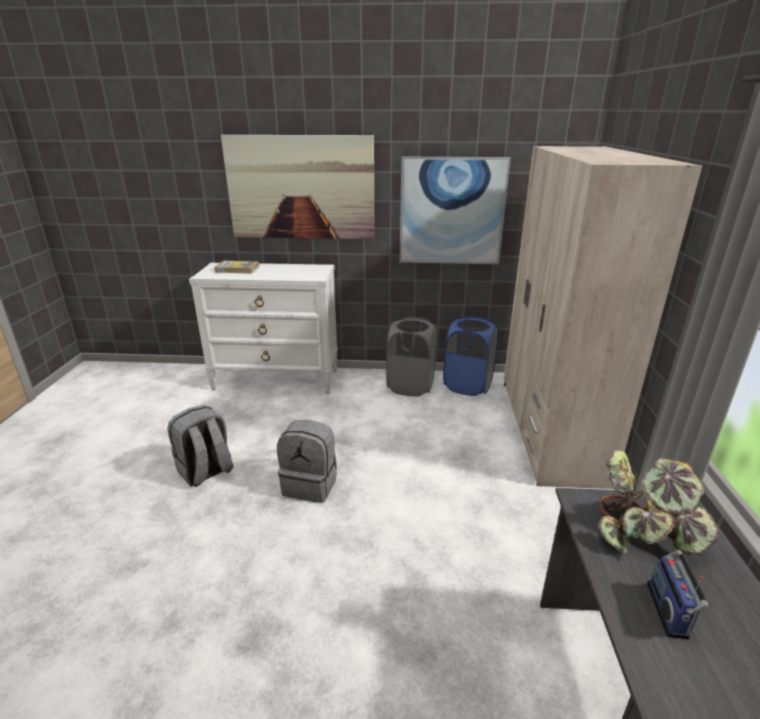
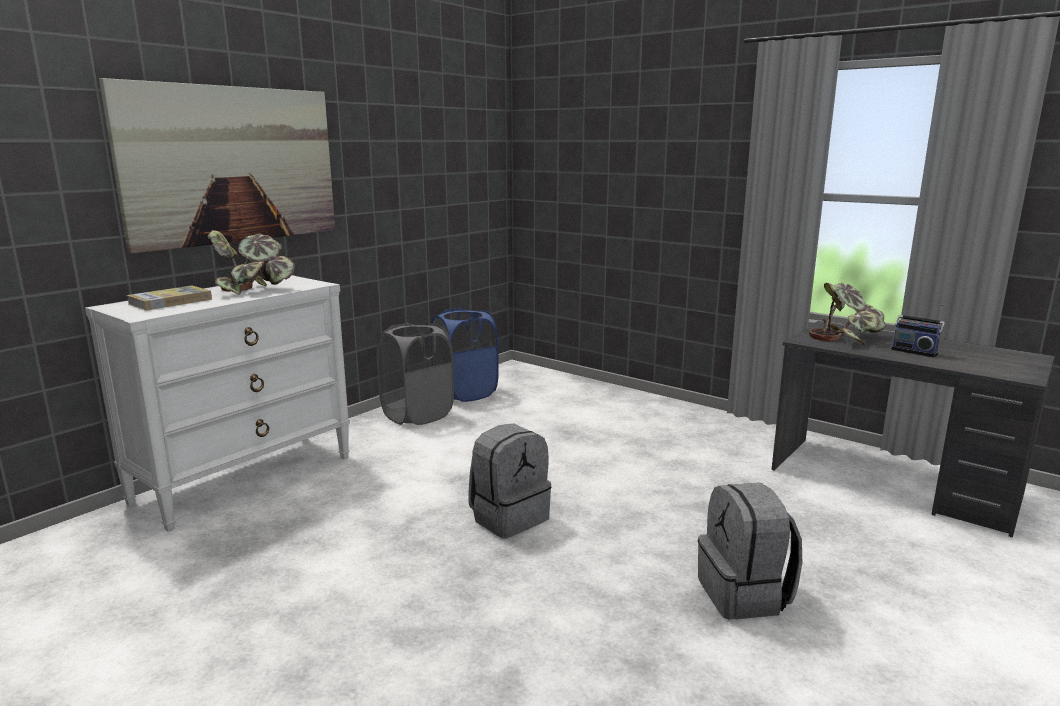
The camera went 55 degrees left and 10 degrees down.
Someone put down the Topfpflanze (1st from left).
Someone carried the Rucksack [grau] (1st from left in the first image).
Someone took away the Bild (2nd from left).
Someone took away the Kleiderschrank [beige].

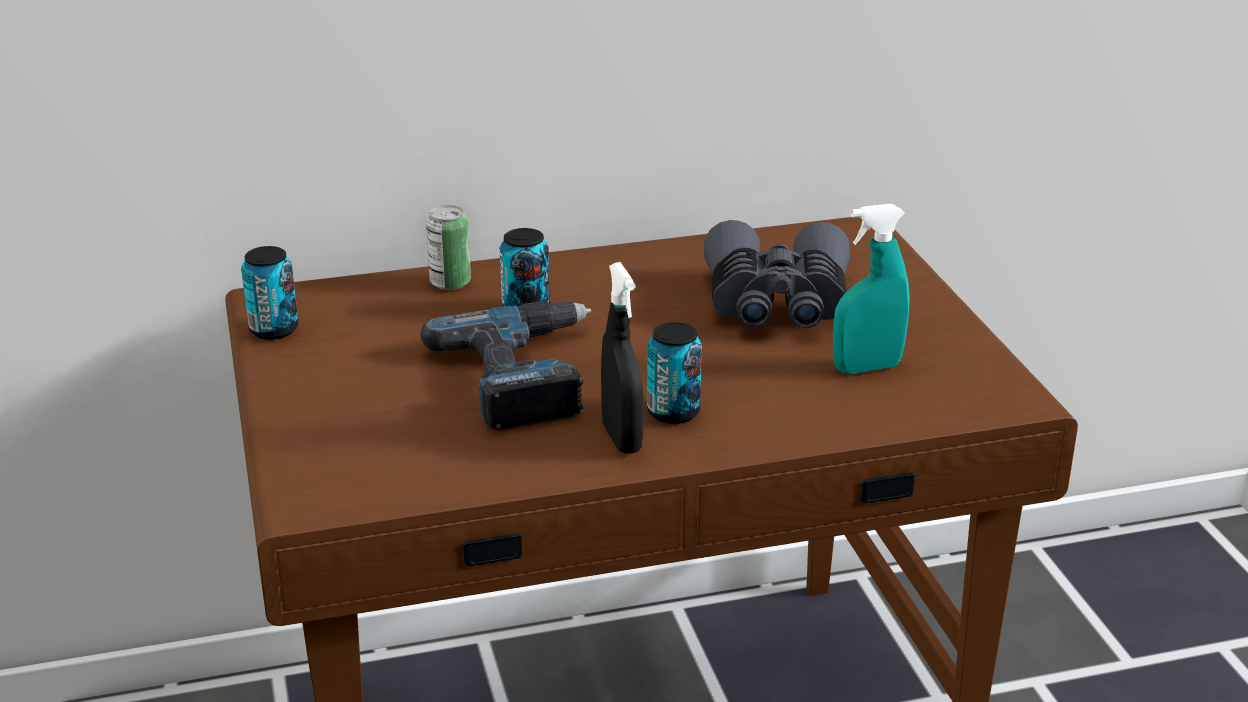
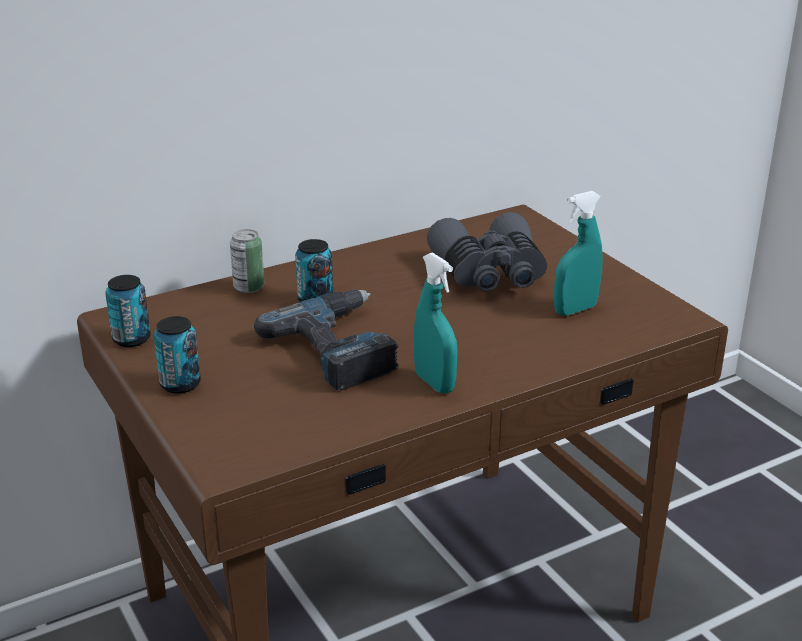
The camera went 15 degrees left and 0 degrees up.
Someone carried the Dose (4th from left in the first image).
Someone repainted the Sprühflasche [schwarz], which became the Sprühflasche [türkis] (1st from left).

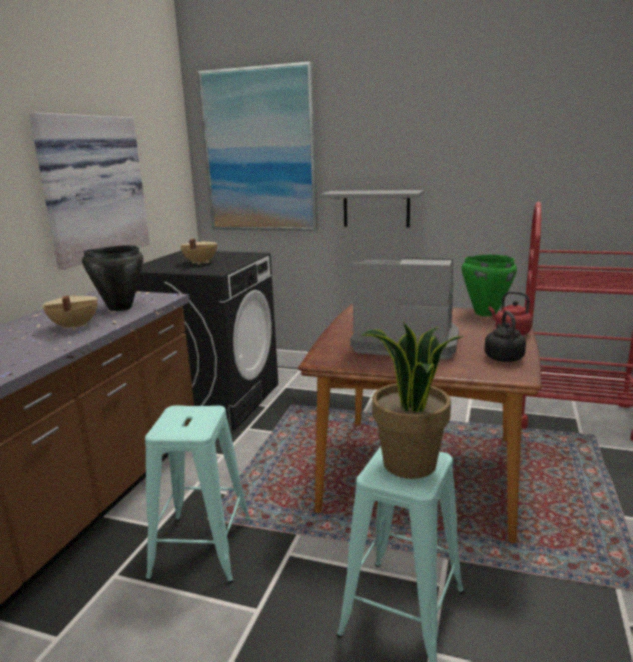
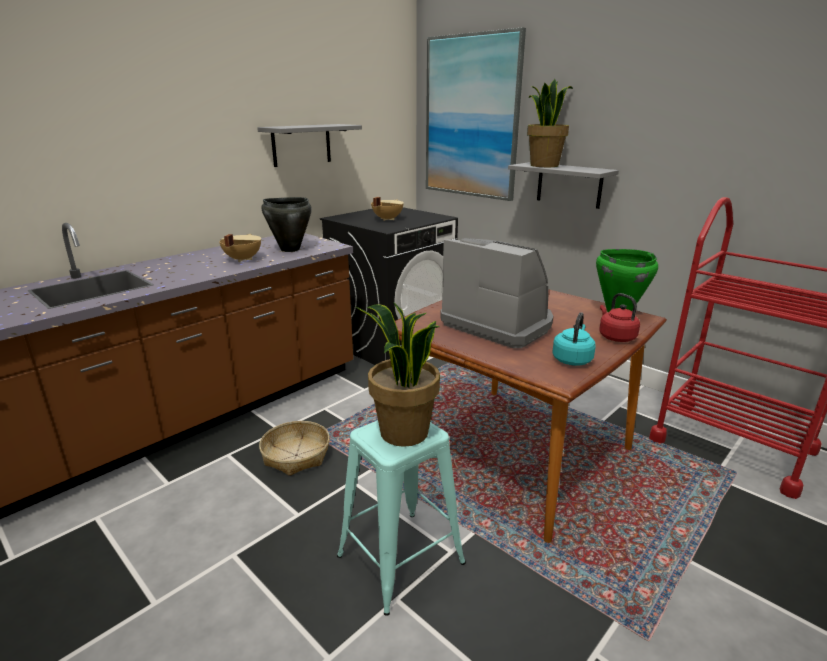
The camera went 25 degrees right and 5 degrees up.
Someone swapped the Bild (1st from left) for the Wandregal [grau] (1st from left).
Someone swapped the Hocker [türkis] (1st from left) for the Korb.
Someone put down the Topfpflanze (2nd from left).
Someone repainted the Wasserkessel [schwarz], which became the Wasserkessel [türkis].

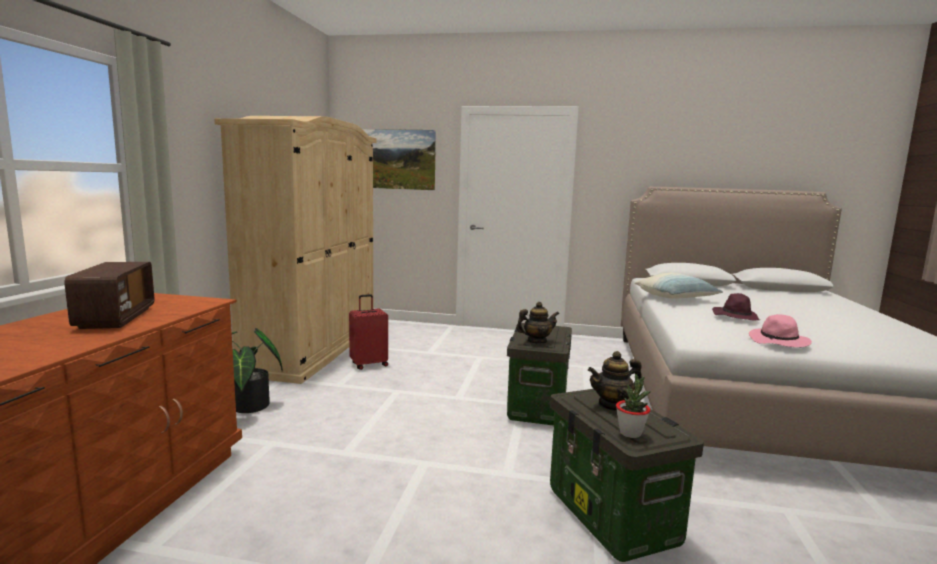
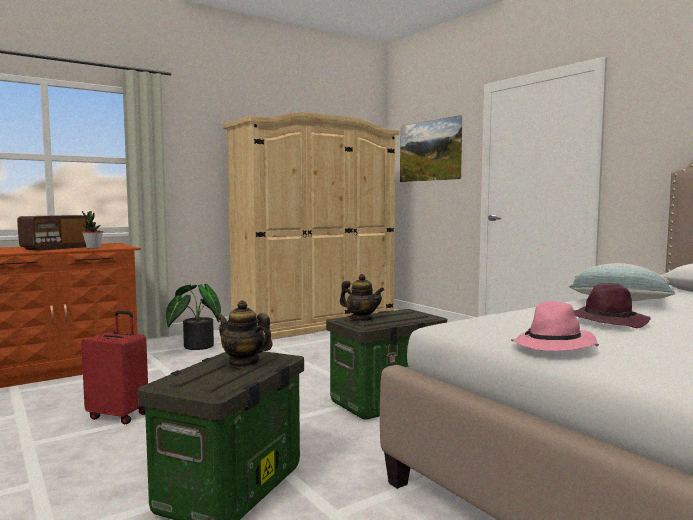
The camera went 45 degrees right and 5 degrees down.
Someone carried the Koffer [rot].
Someone carried the Topfpflanze (2nd from left in the first image).

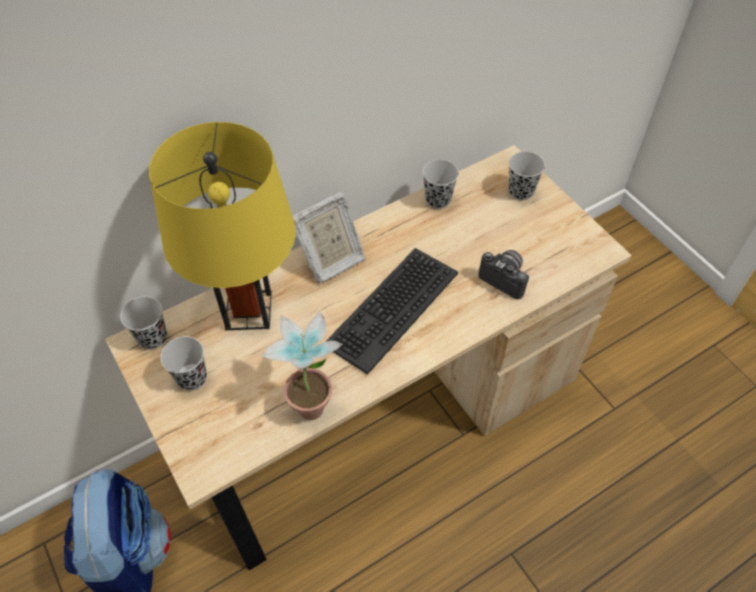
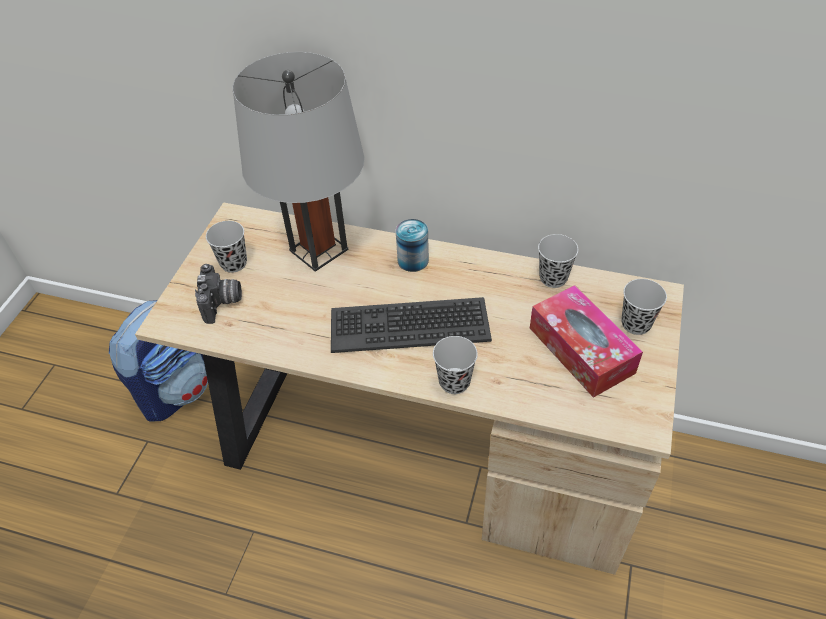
The camera went 50 degrees right and 5 degrees down.
Someone carried the Kamera.
Someone repainted the Tischlampe [gelb], which became the Tischlampe [grau].
Someone swapped the Bilderrahmen for the Dose.
Someone carried the Tasse [schwarz] (1st from left in the first image).
Someone put down the Taschentuchbox.
Someone took away the Topfpflanze.

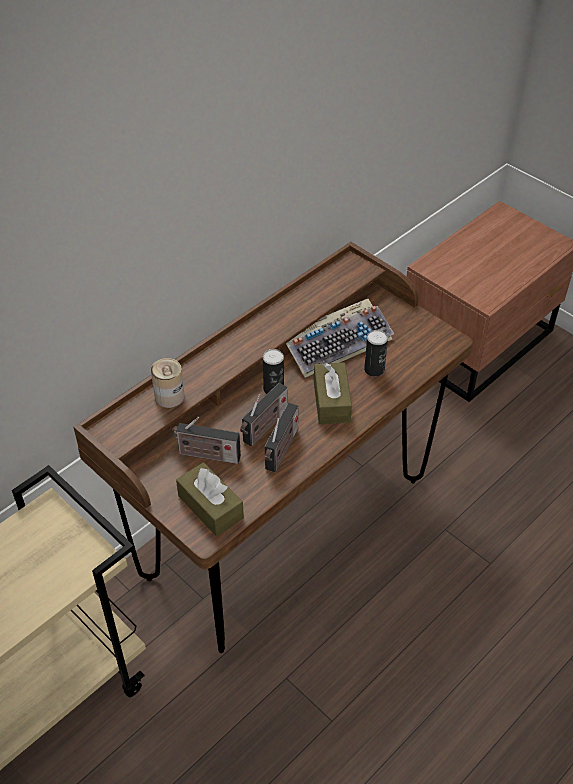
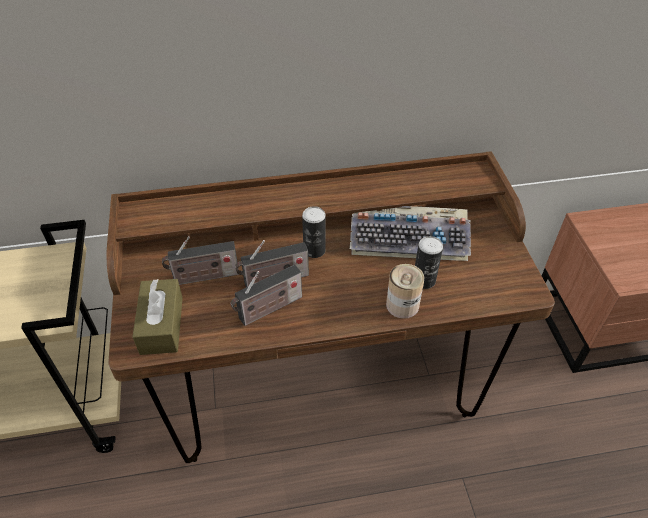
The camera went 35 degrees right and 0 degrees up.
Someone rotated the Radio (1st from left) by 60 degrees counterclockwise.
Someone carried the Dose (1st from left in the first image).
Someone took away the Taschentuchbox [braun] (2nd from left).

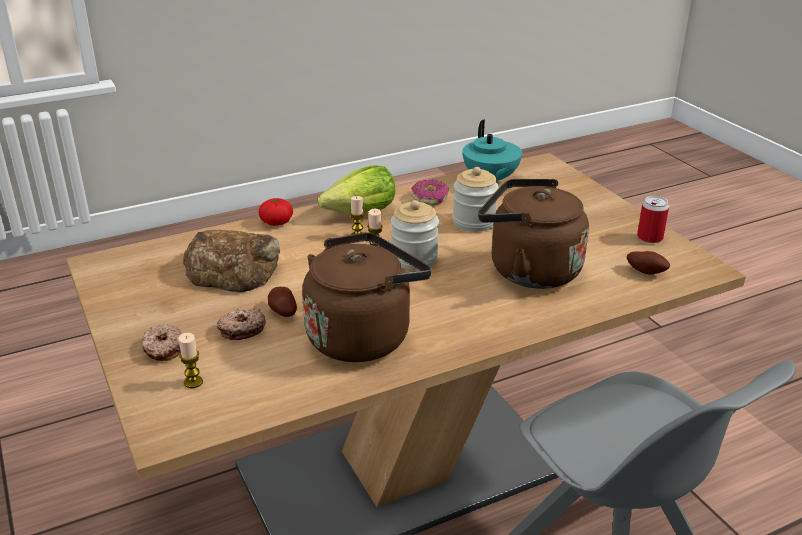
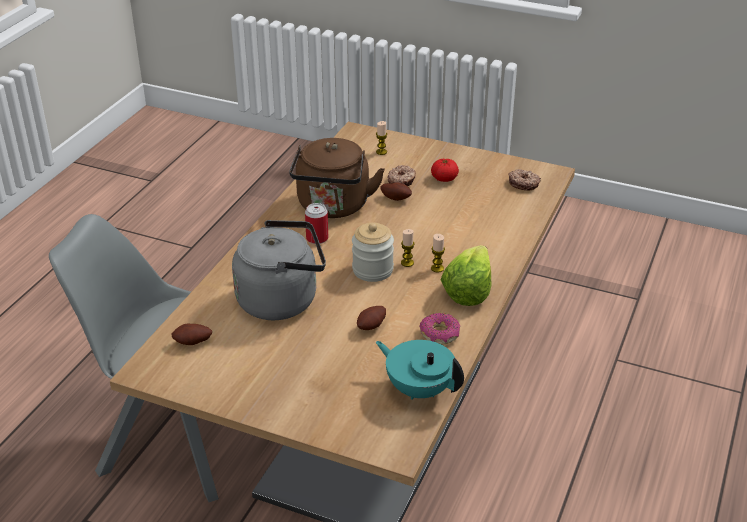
The camera went 140 degrees right and 5 degrees up.
Someone repainted the Wasserkessel [braun] (2nd from left), which became the Wasserkessel [grau].
Someone carried the Dose.
Someone swapped the Vorratsglas (2nd from left) for the Kartoffel (2nd from left).
Someone carried the Tomate.
Someone carried the Donut (1st from left in the first image).
Someone took away the Brot.

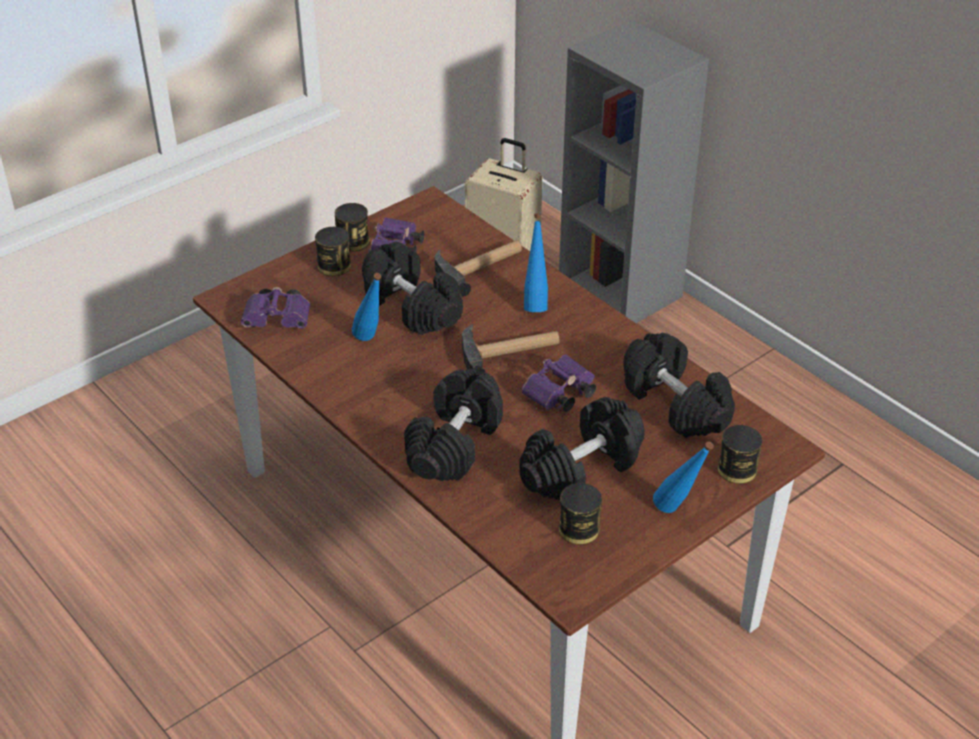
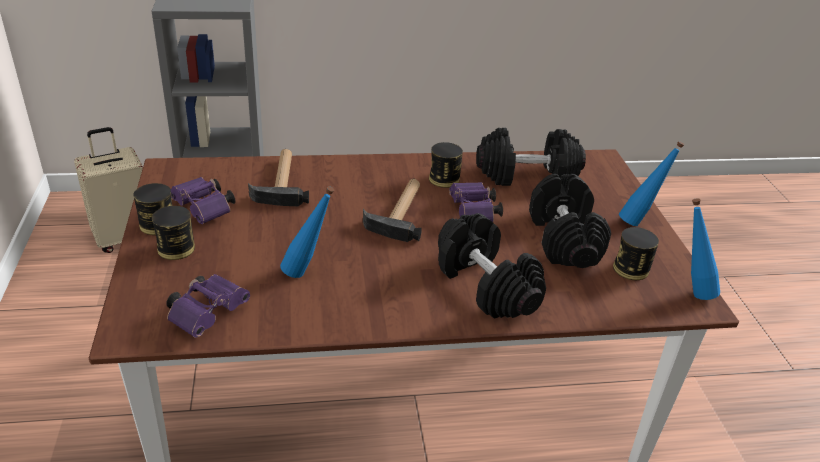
The camera went 60 degrees left and 5 degrees down.
Someone carried the Dose (4th from left in the first image).
Someone carried the Flasche [blau] (2nd from left in the first image).
Someone took away the Hantel [schwarz] (1st from left).

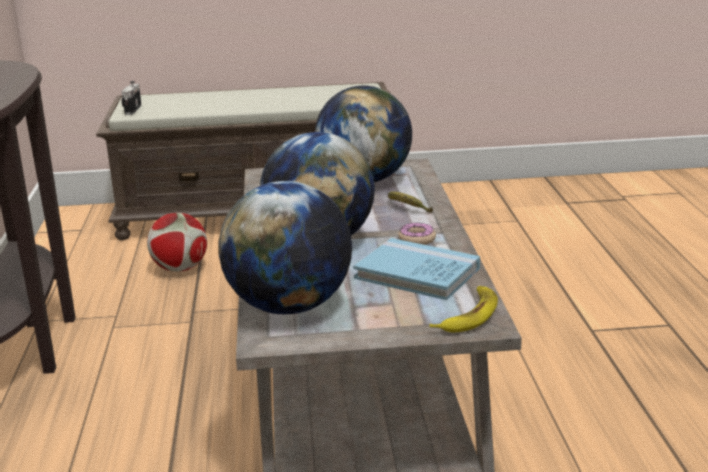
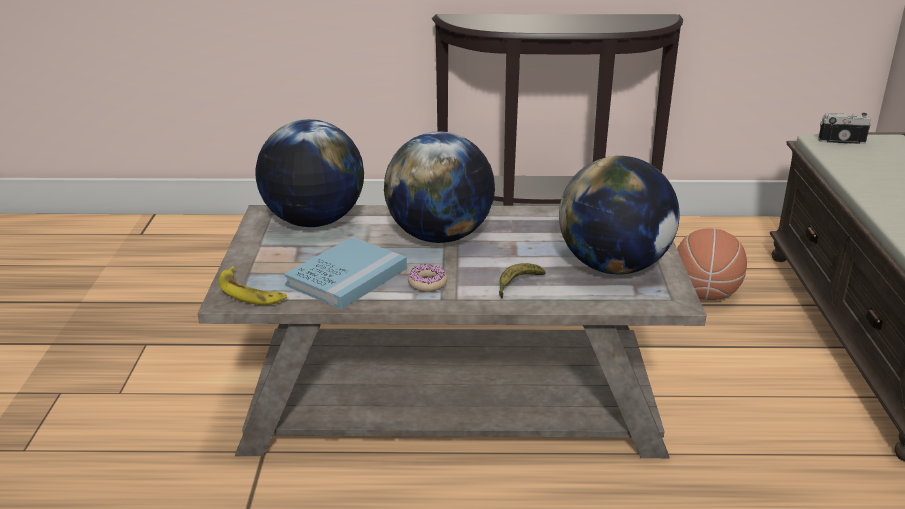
The camera went 95 degrees right and 5 degrees up.
Someone swapped the Fußball for the Basketball.

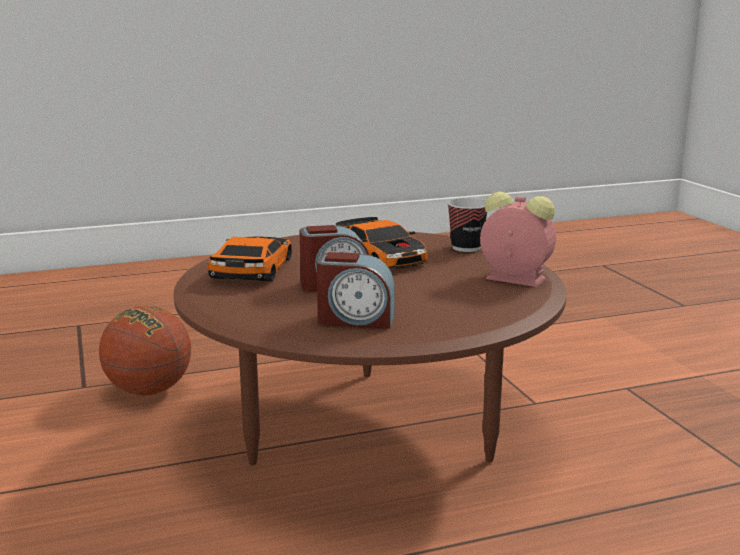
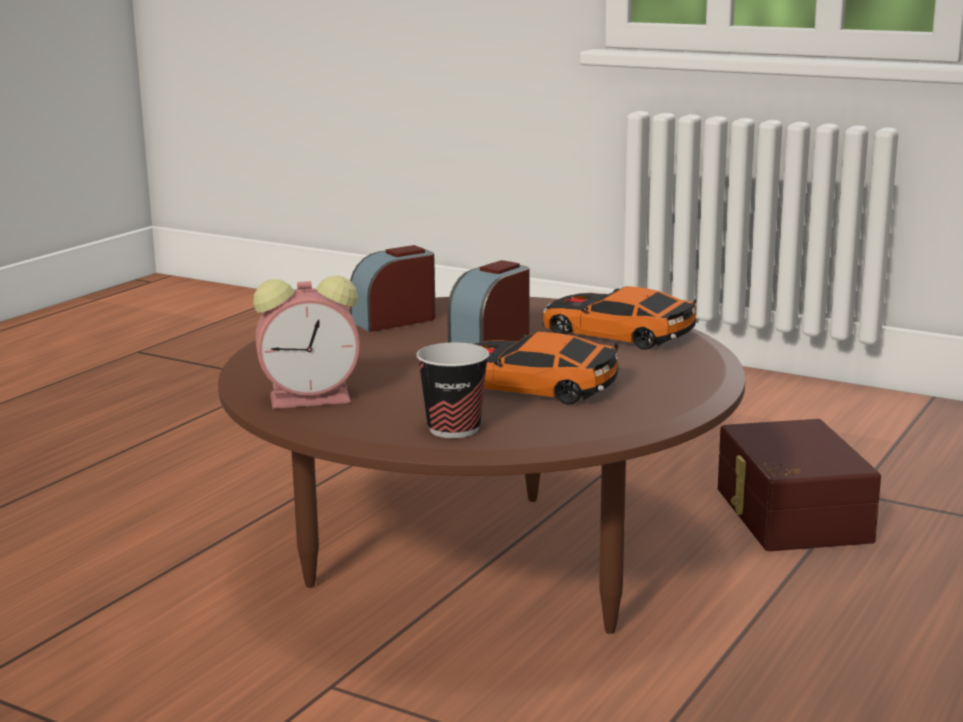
The camera went 140 degrees right and 0 degrees up.
Someone rotated the Spielzeugauto (1st from left in the first image) by 150 degrees clockwise.
Someone swapped the Basketball for the Aufbewahrungsbox [braun].

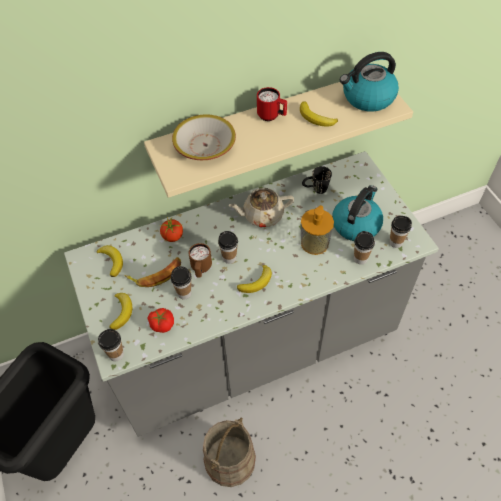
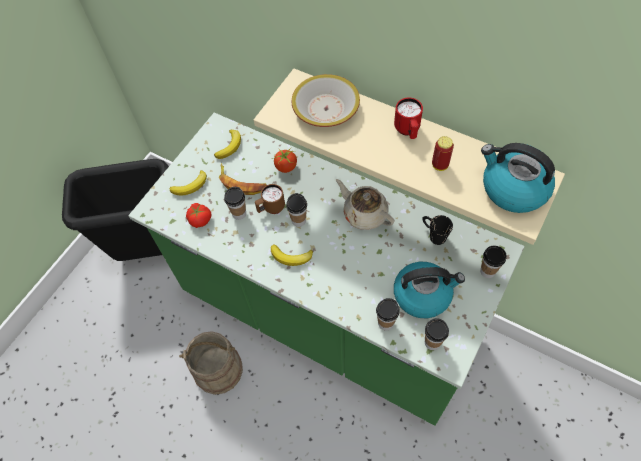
The camera went 55 degrees right and 5 degrees up.
Someone repainted the Küchenzeile [grau], which became the Küchenzeile [grün].
Someone swapped the Banane (5th from left) for the Dose.
Someone carried the Tasse (1st from left in the first image).
Someone took away the Seifenspender.

